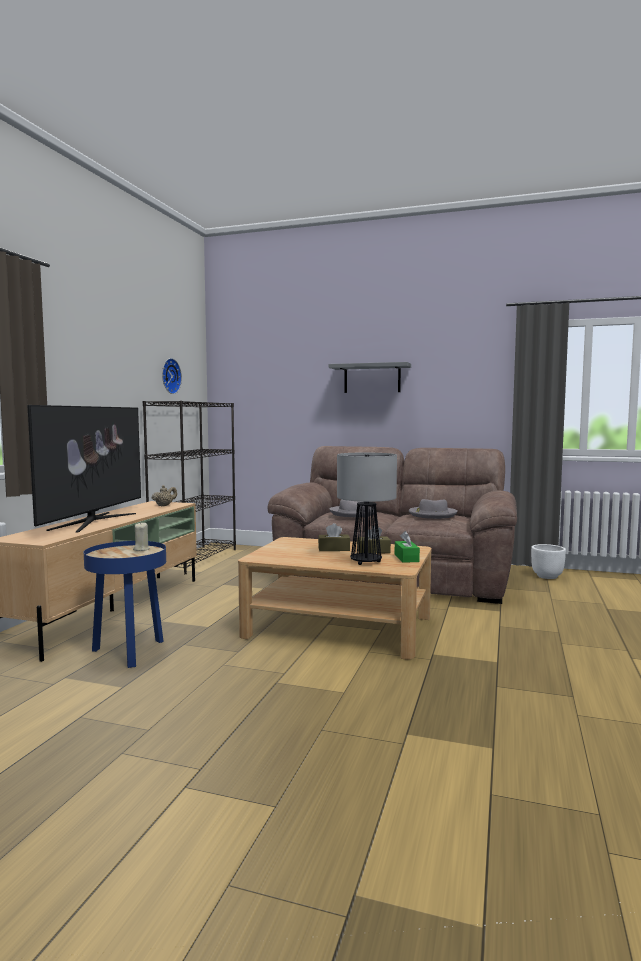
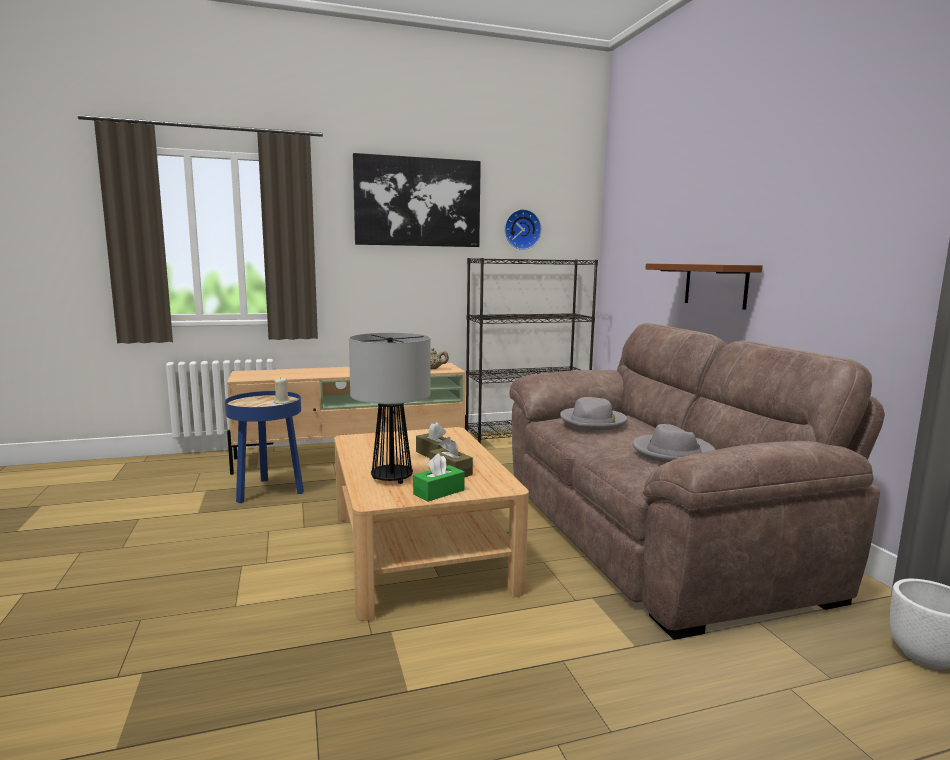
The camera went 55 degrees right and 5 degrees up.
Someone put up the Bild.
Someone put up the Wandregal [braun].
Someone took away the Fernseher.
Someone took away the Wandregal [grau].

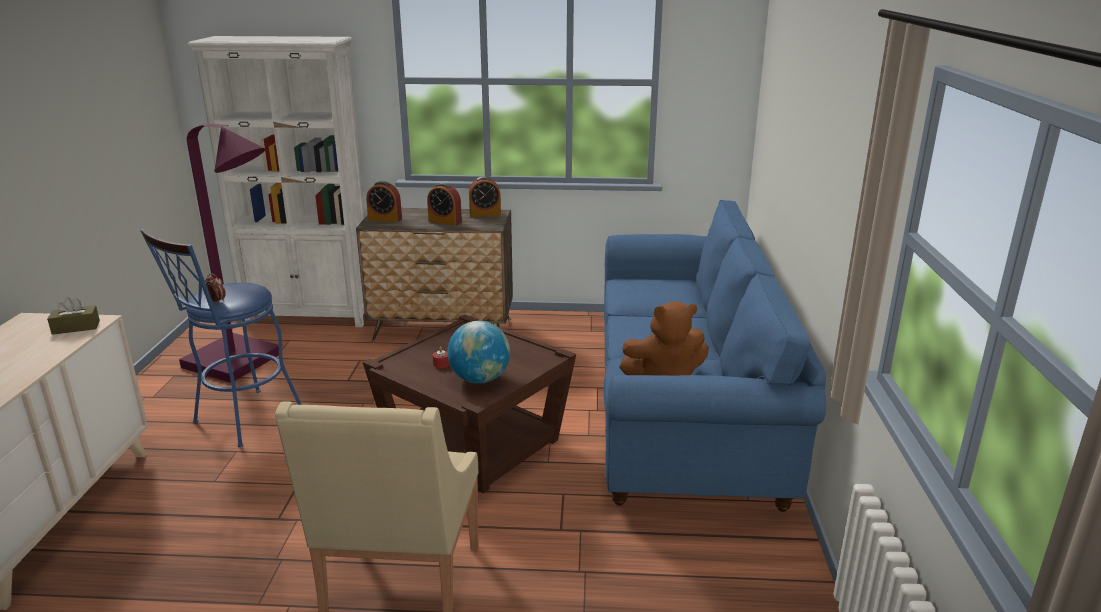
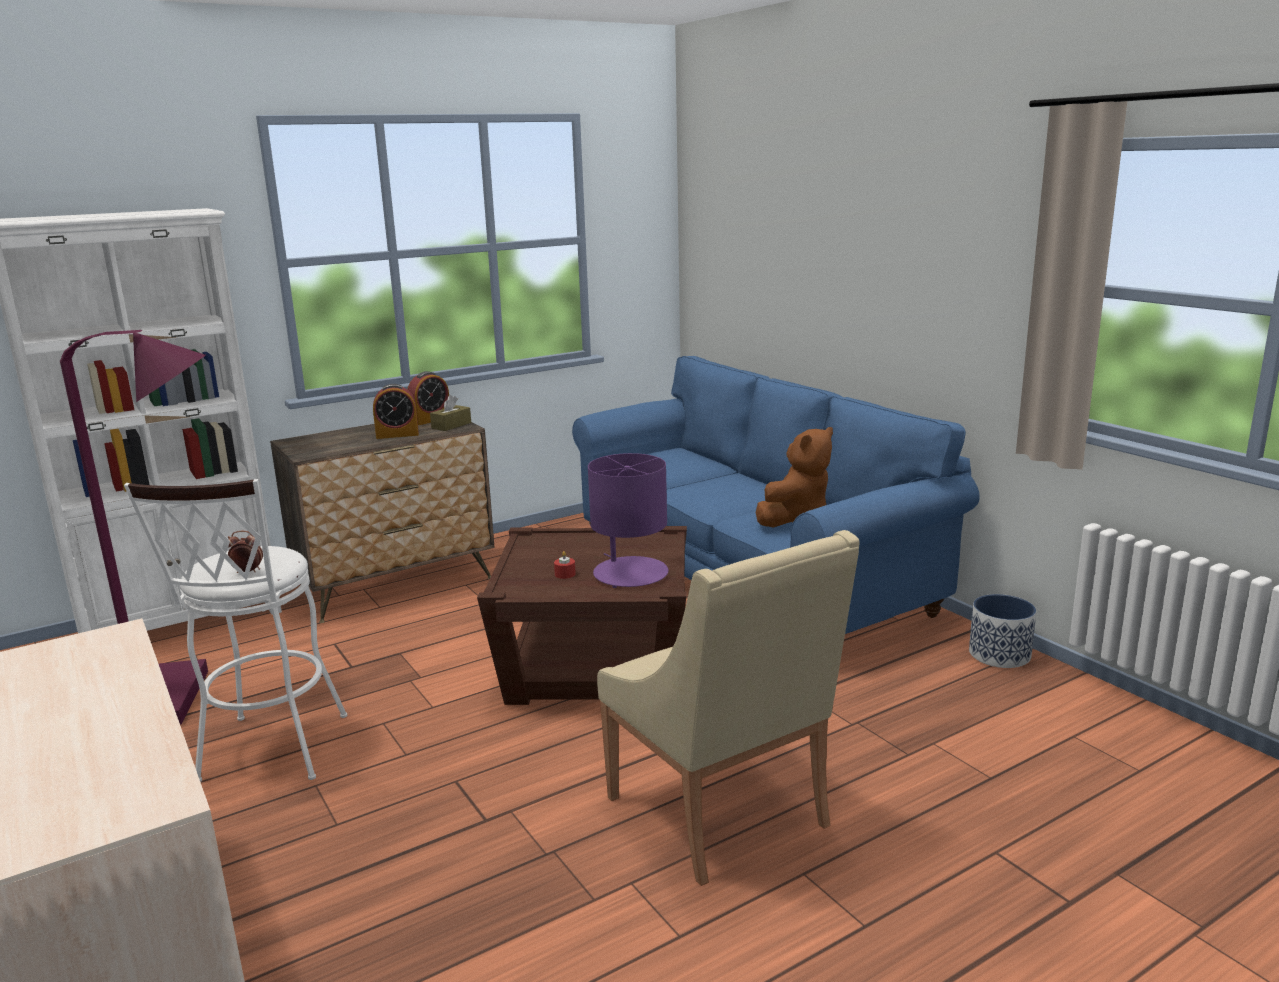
The camera went 35 degrees left and 5 degrees down.
Someone repainted the Hocker [blau], which became the Hocker [weiß].
Someone carried the Taschentuchbox [braun].
Someone swapped the Globus for the Tischlampe [lila].
Someone put down the Pflanzkübel.
Someone took away the Wecker (2nd from left).

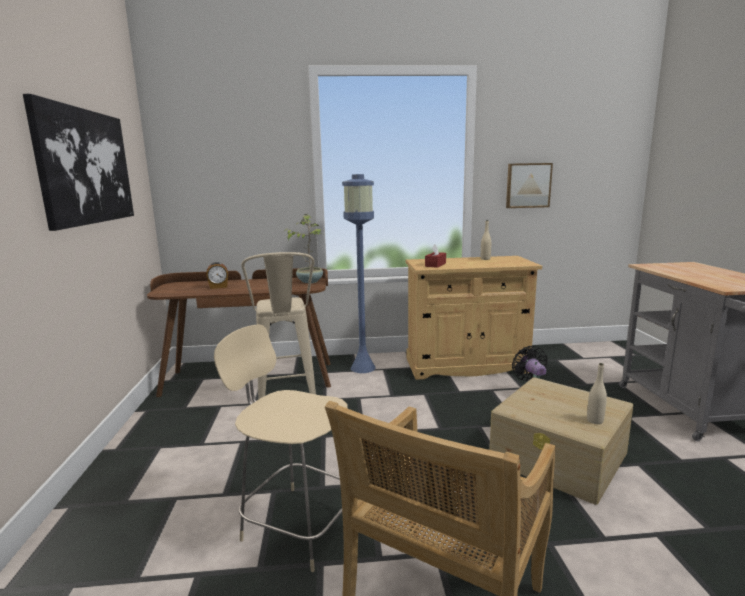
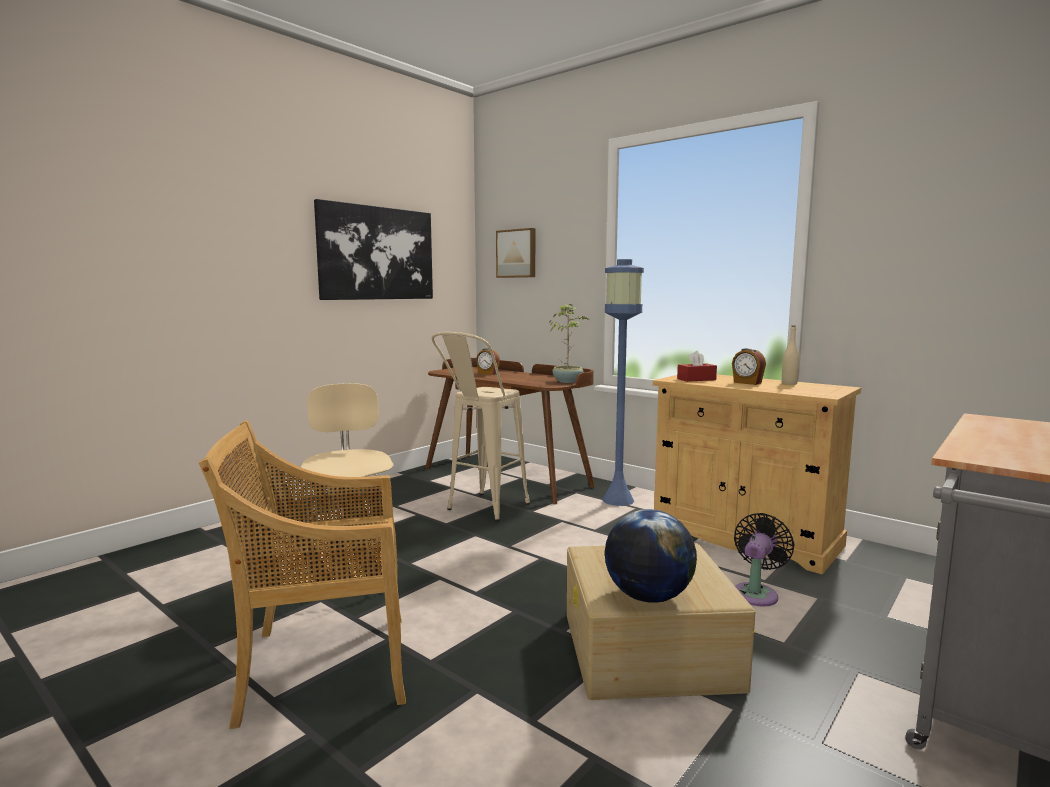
The camera went 45 degrees right and 5 degrees down.
Someone carried the Bild (2nd from left).
Someone swapped the Flasche [beige] (2nd from left) for the Globus.
Someone put down the Wecker (2nd from left).

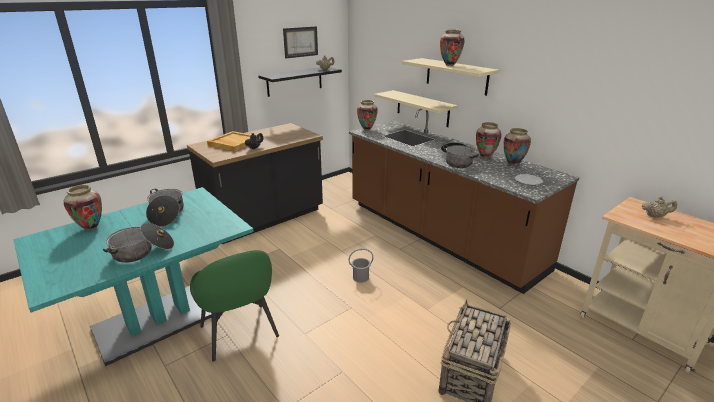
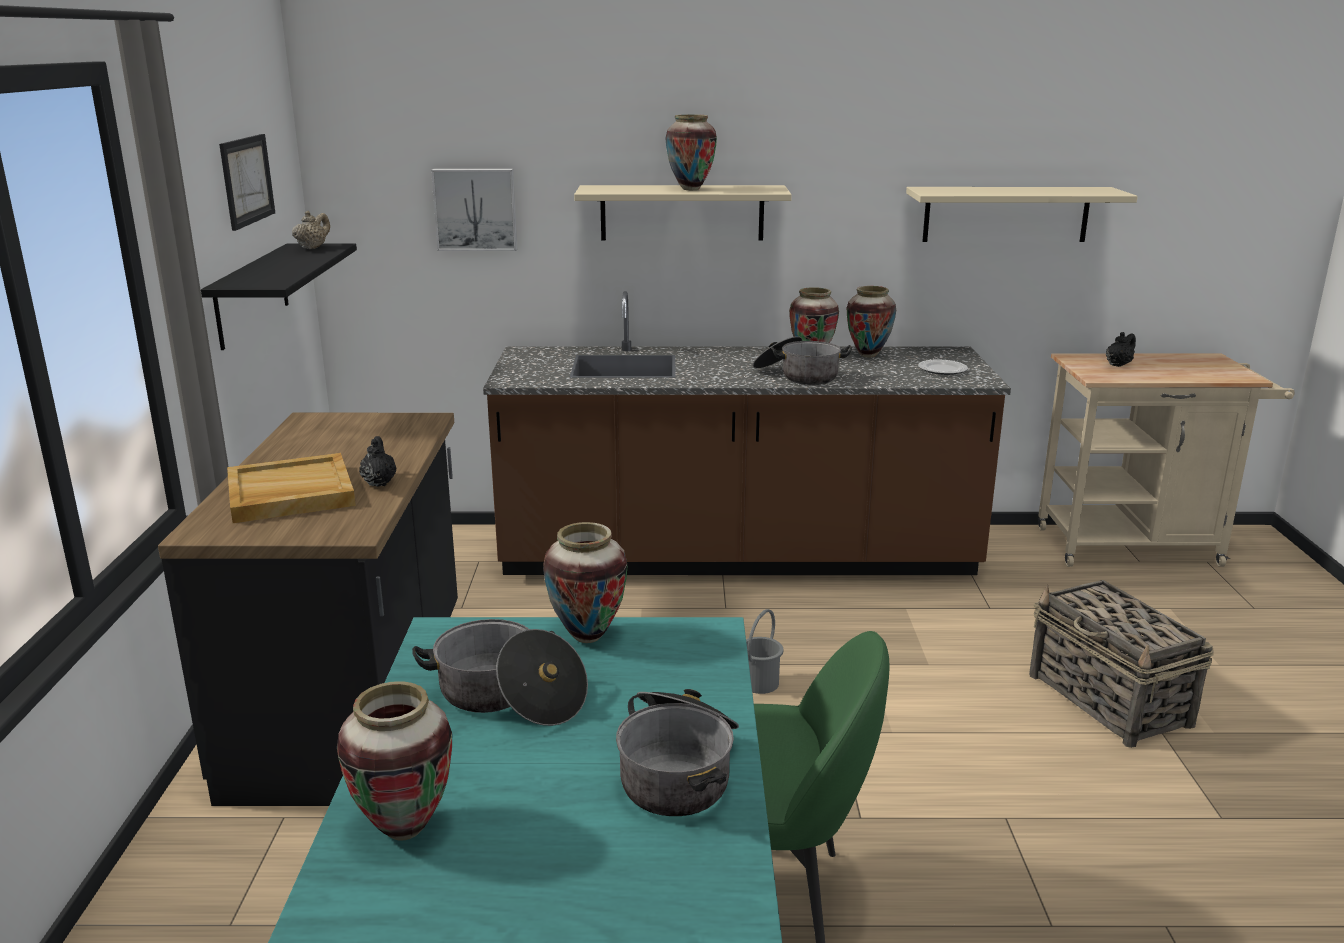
The camera went 50 degrees left and 5 degrees down.
Someone put up the Bild (2nd from left).
Someone carried the Vase (2nd from left).
Someone carried the Wandregal [beige] (1st from left in the first image).
Someone repainted the Teekanne [beige] (2nd from left), which became the Teekanne [schwarz] (2nd from left).

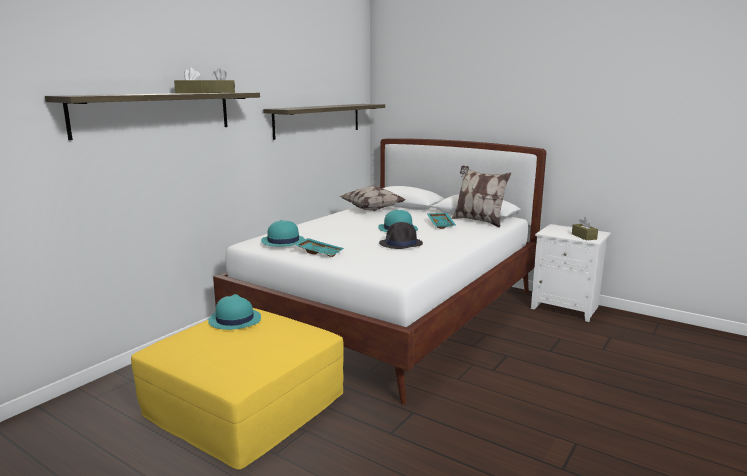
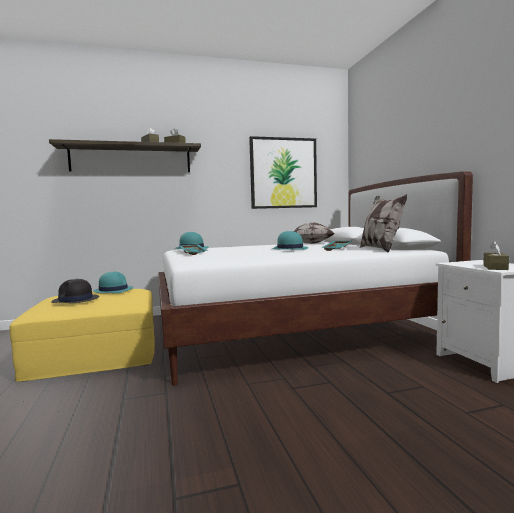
The camera went 40 degrees right and 10 degrees down.
Someone carried the Hut [schwarz].
Someone swapped the Wandregal (2nd from left) for the Bild.

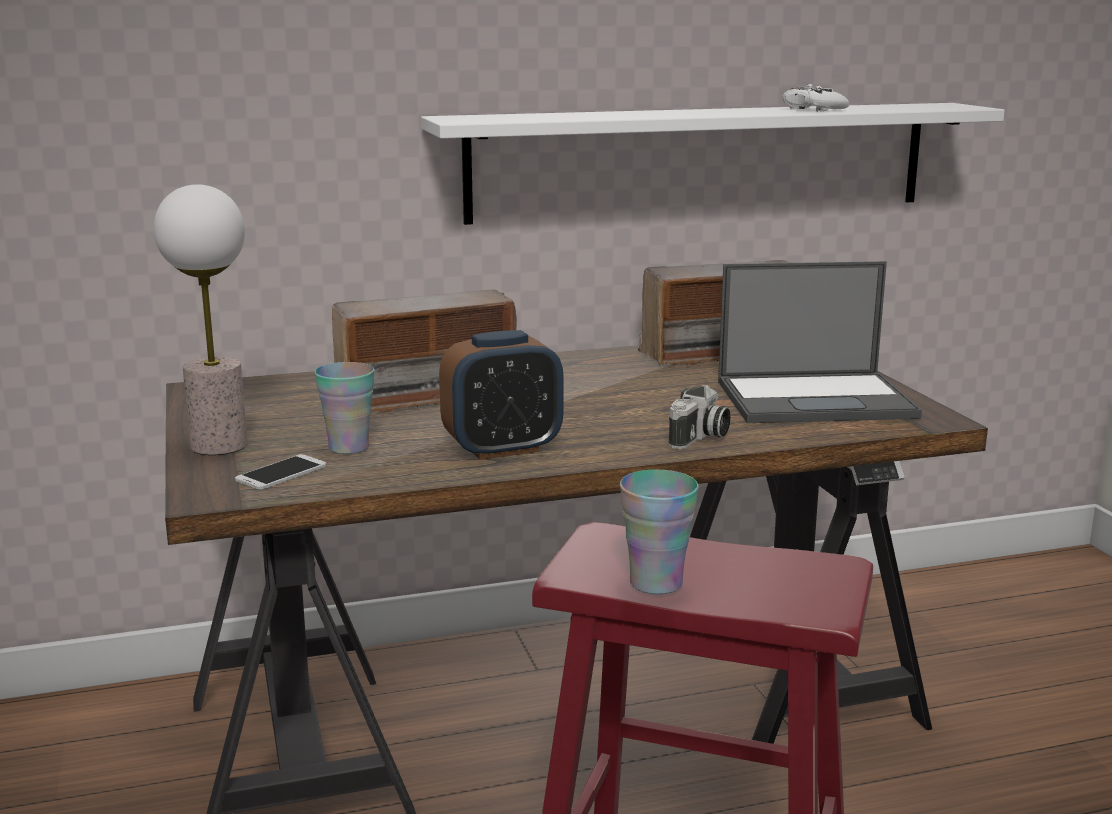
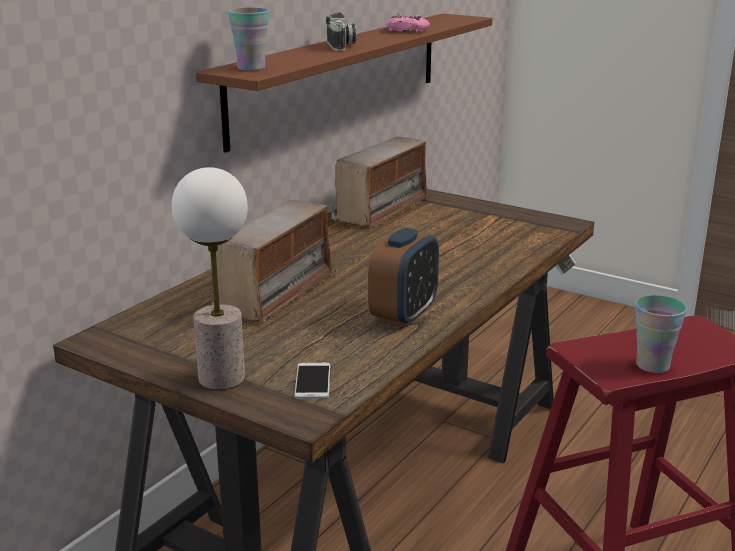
The camera went 40 degrees left and 5 degrees up.
Someone repainted the Wandregal [weiß], which became the Wandregal [braun].
Someone carried the Tasse (1st from left).
Someone carried the Kamera.
Someone repainted the Gamepad [weiß], which became the Gamepad [rosa].
Someone took away the Laptop.

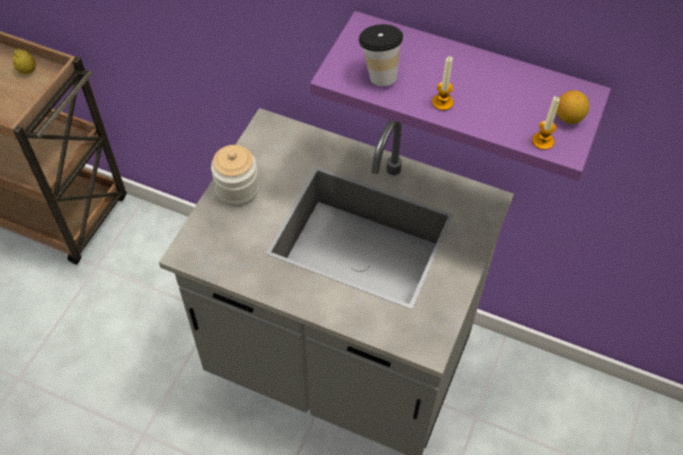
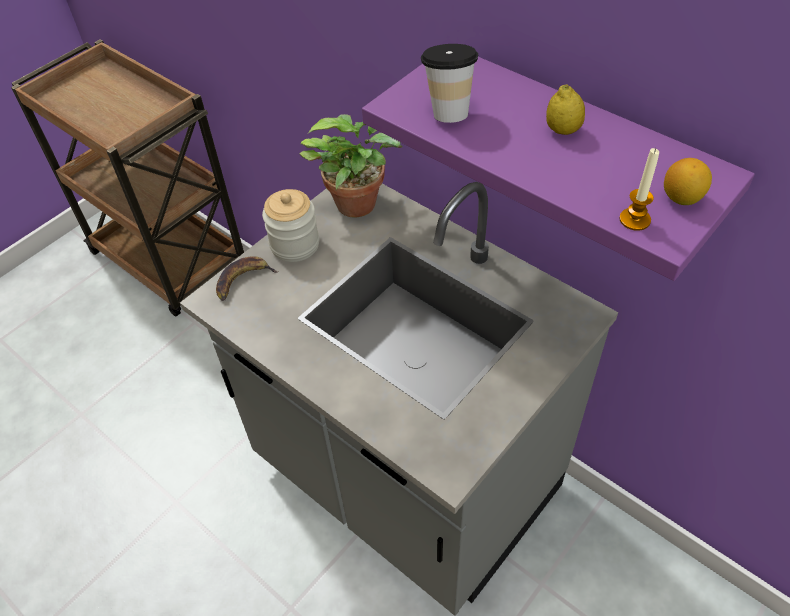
The camera went 20 degrees right and 5 degrees down.
Someone put down the Banane.
Someone put down the Topfpflanze.
Someone carried the Zitrone (1st from left).
Someone took away the Kerze (1st from left).

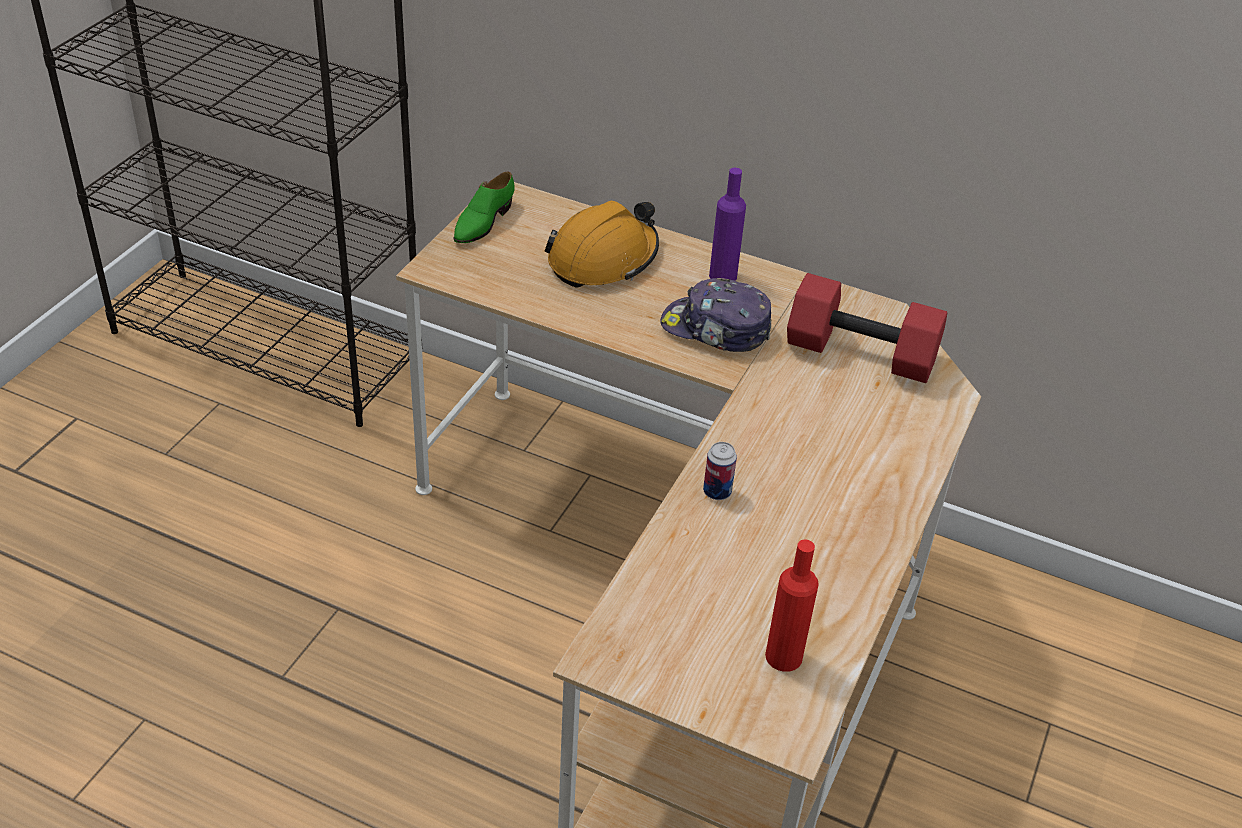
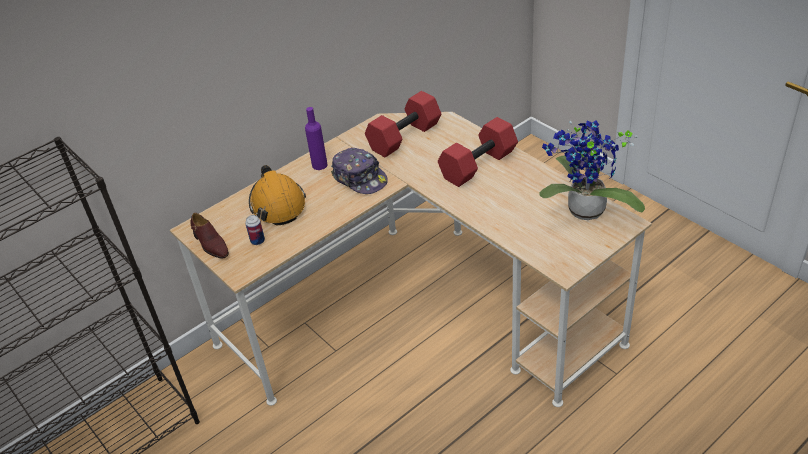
The camera went 60 degrees left and 0 degrees up.
Someone repainted the Schuh [grün], which became the Schuh [braun].
Someone carried the Dose.
Someone rotated the Kappe by 90 degrees counterclockwise.
Someone put down the Hantel [rot] (2nd from left).
Someone swapped the Flasche [rot] for the Topfpflanze.

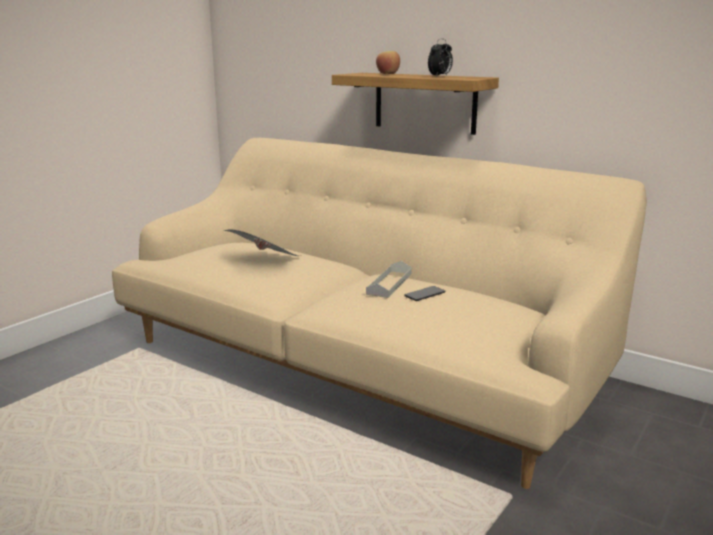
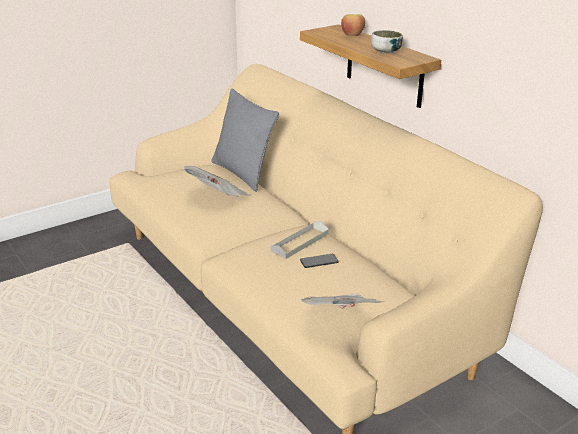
The camera went 20 degrees right and 10 degrees up.
Someone put down the Kissen [grau].
Someone put down the Zeitung (2nd from left).
Someone swapped the Wecker for the Schüssel.

